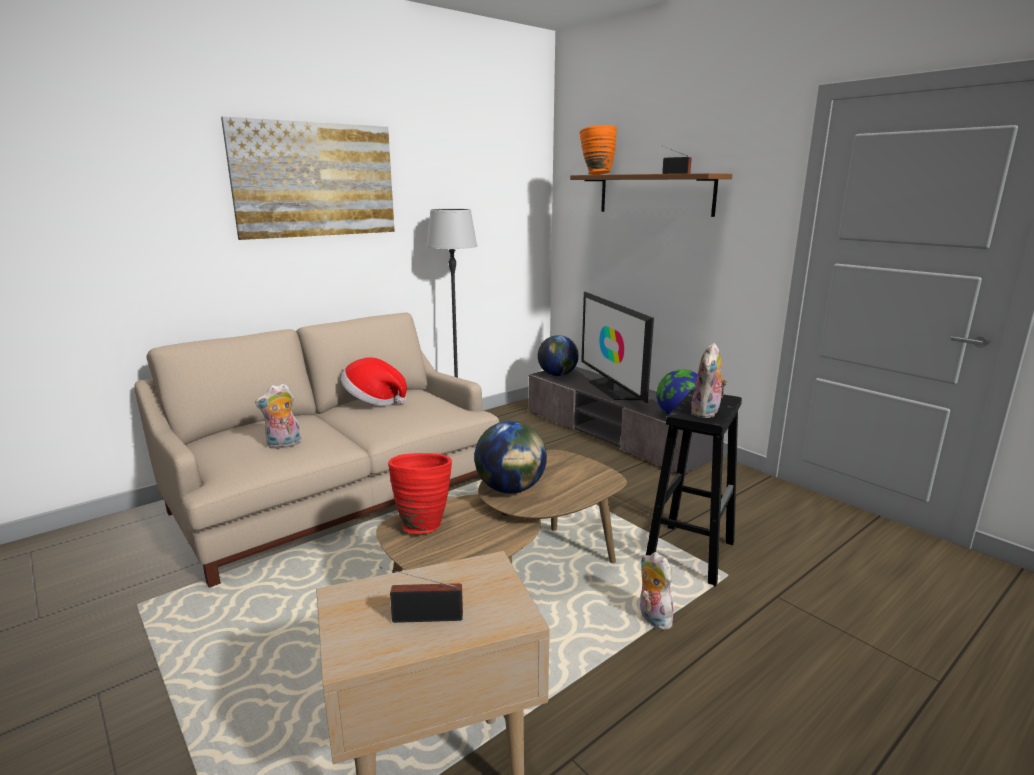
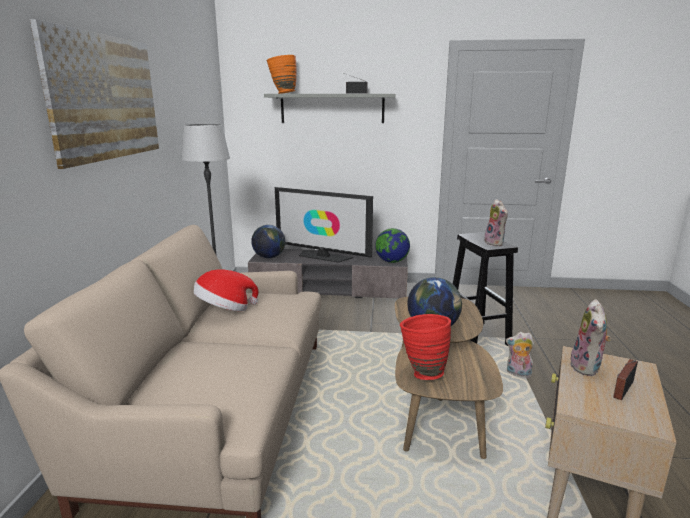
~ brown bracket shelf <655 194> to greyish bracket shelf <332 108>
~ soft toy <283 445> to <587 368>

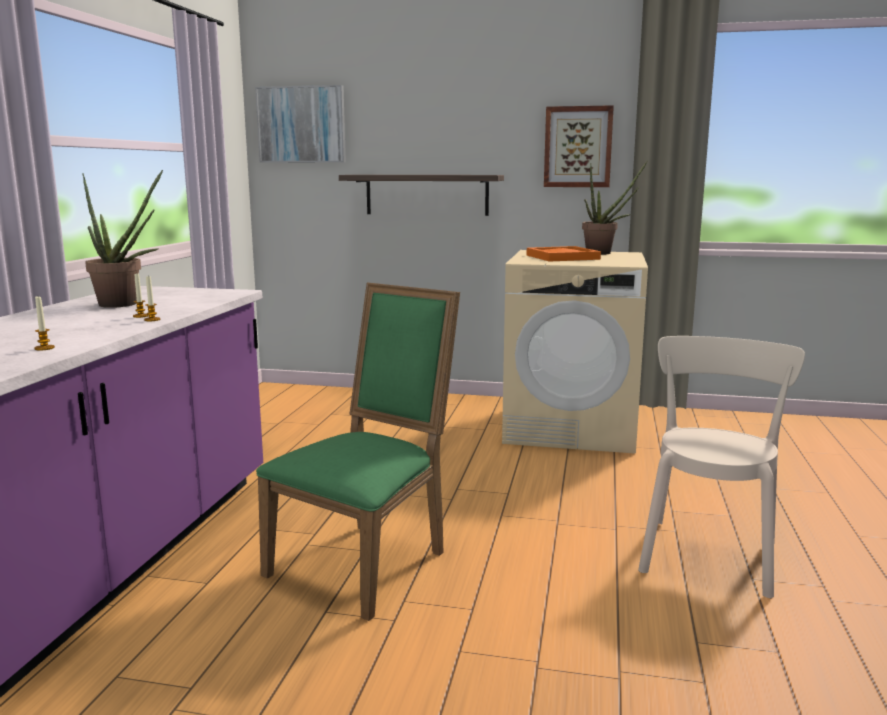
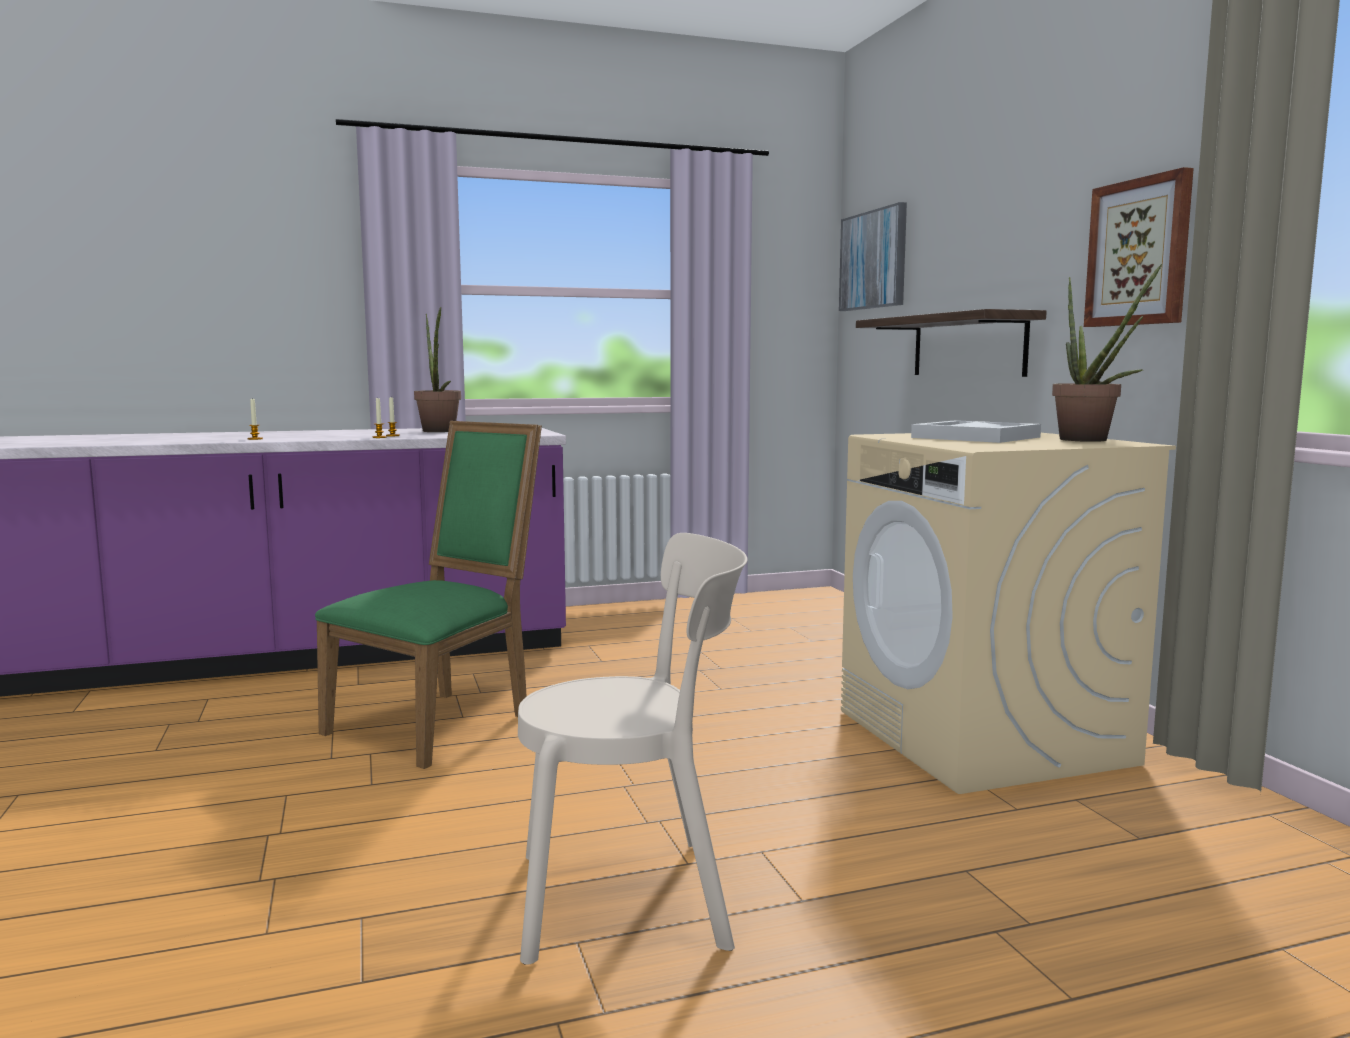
~ green-coloured upright chair <367 561> = <439 722> 60 degrees counterclockwise
~ orange-coloured carrying tray <563 257> to white-coloured carrying tray <978 437>

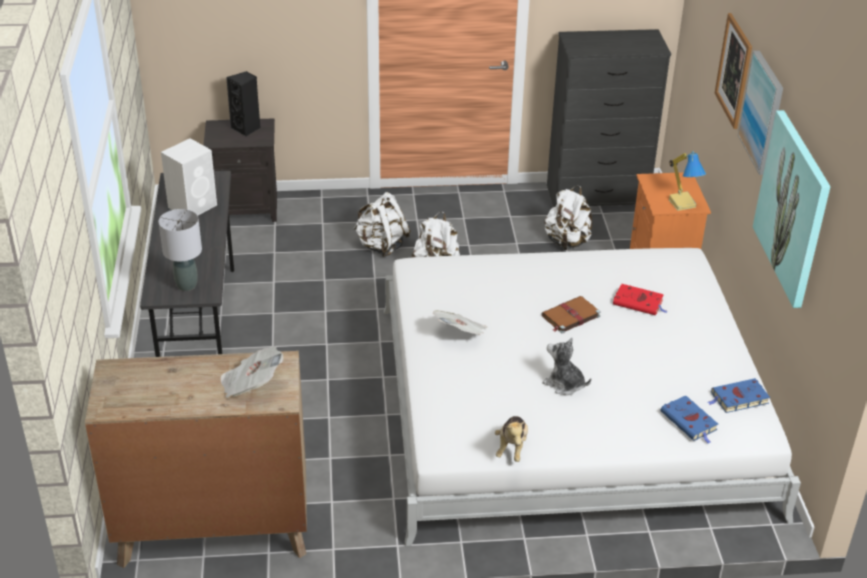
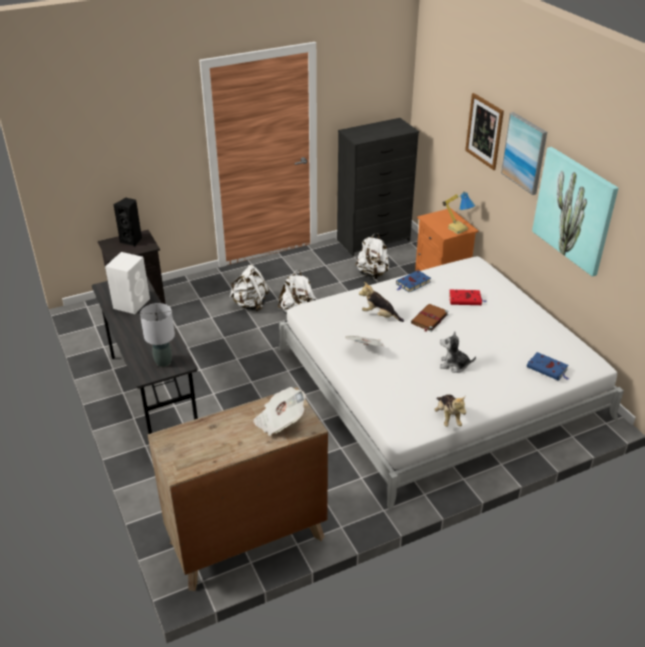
+ soft toy <380 315>
~ blue-coloured bound book <738 399> to <412 283>

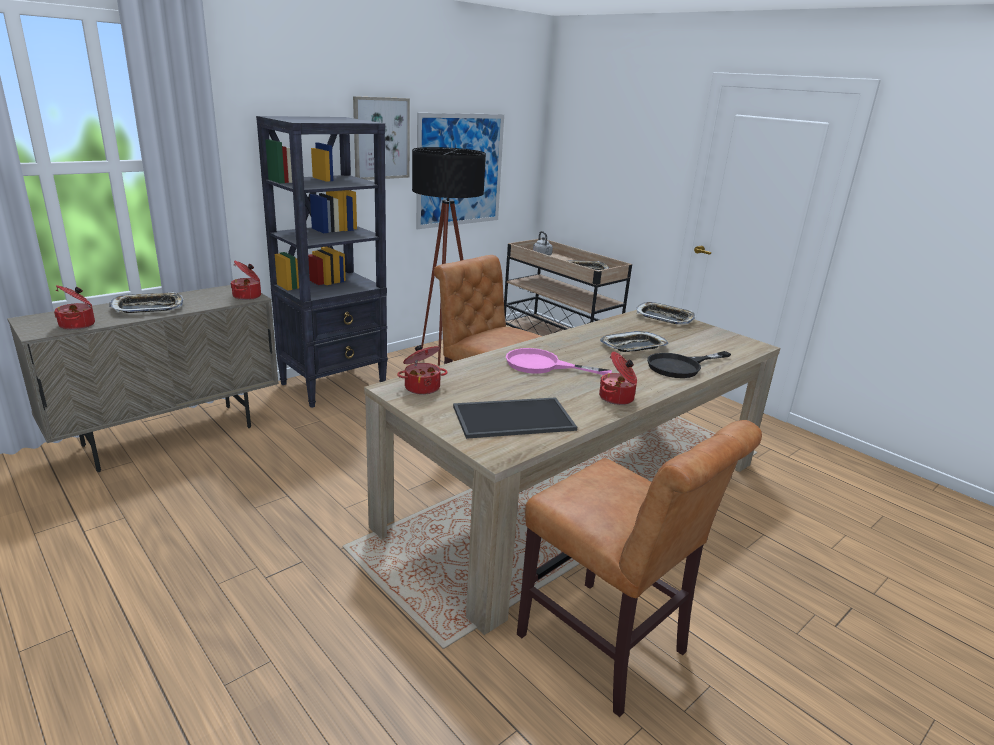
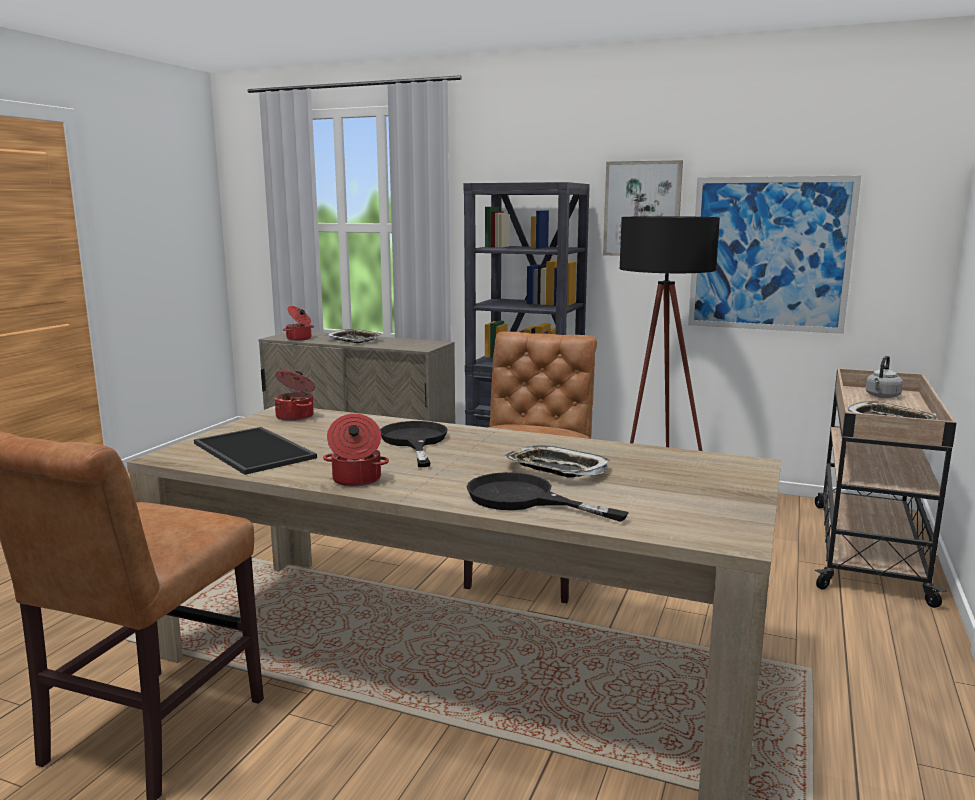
~ pink skillet <542 365> to black skillet <414 441>
- stockpot <248 296>
- carrying tray <664 317>

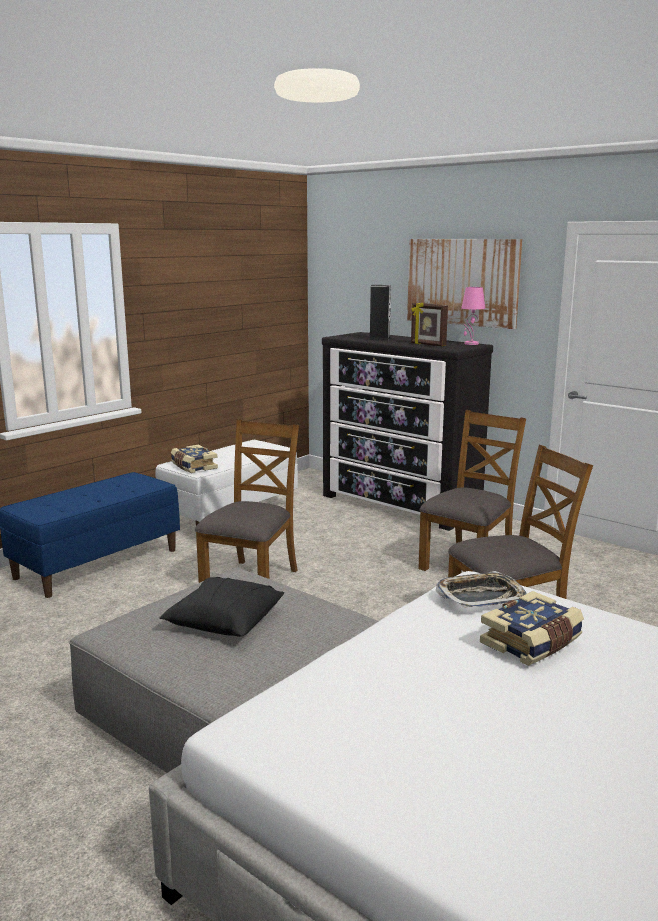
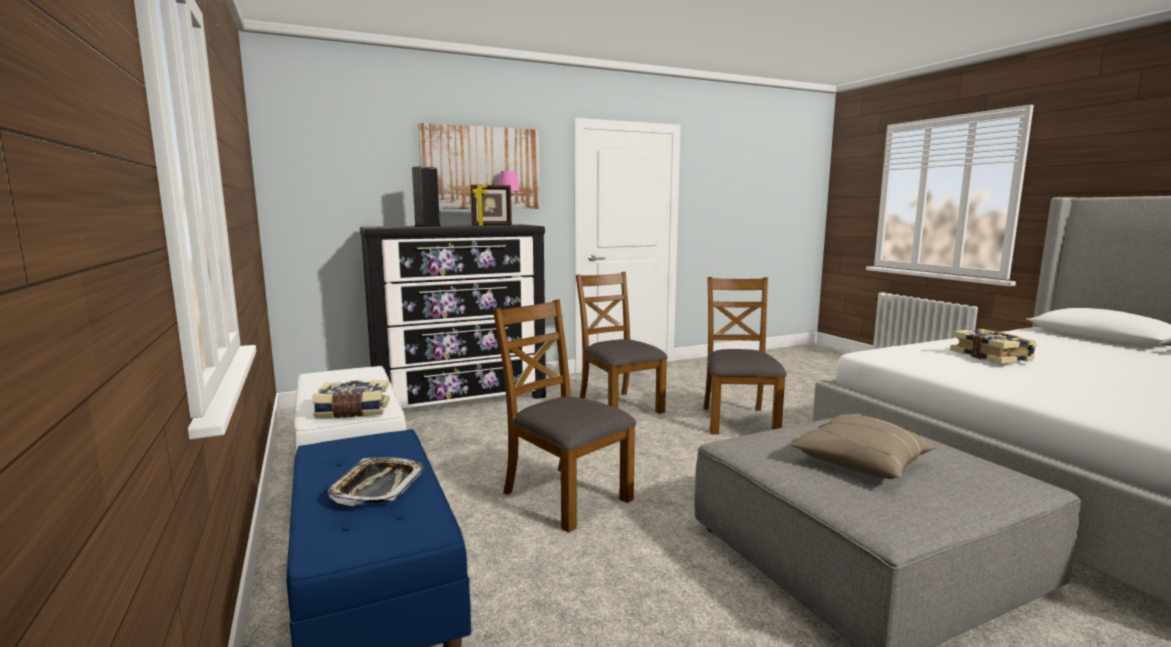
~ carrying tray <480 596> to <377 487>
~ black cushion <224 622> to beige cushion <860 464>

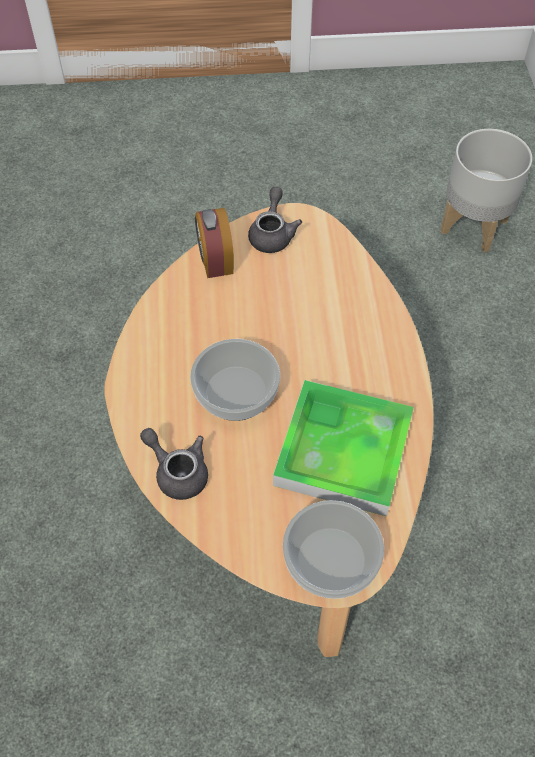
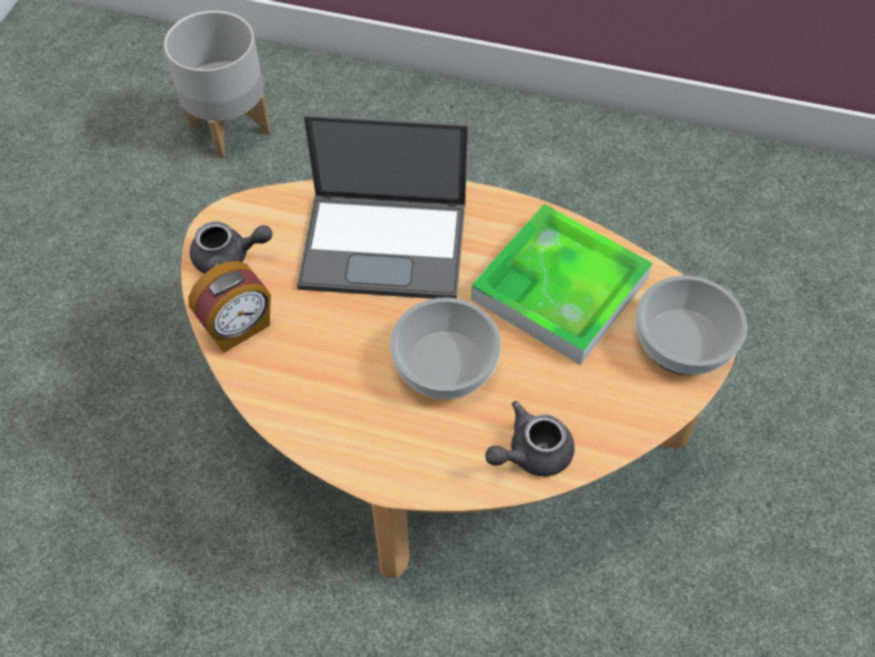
~ alarm clock <215 261> = <238 328> 45 degrees counterclockwise
~ greyish pot for tea <272 234> = <229 258> 150 degrees clockwise
+ portable computer <386 245>

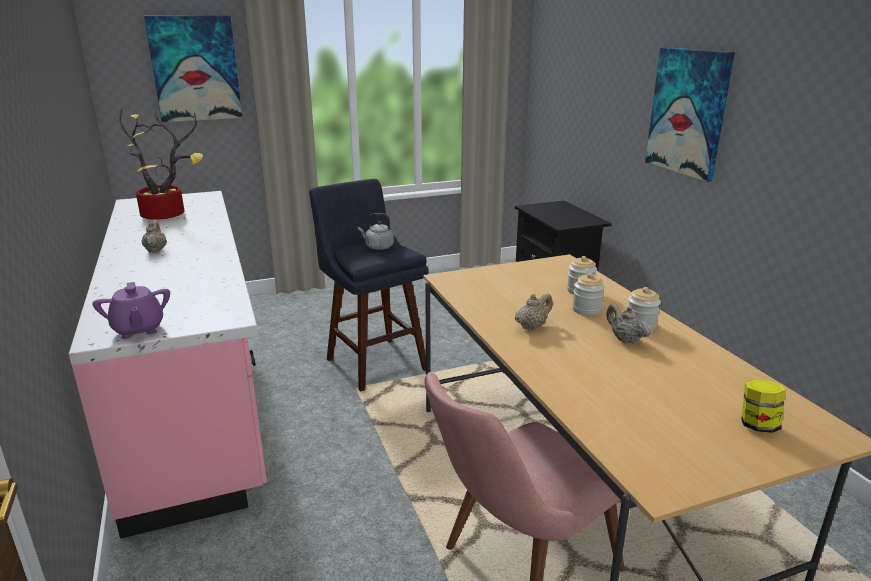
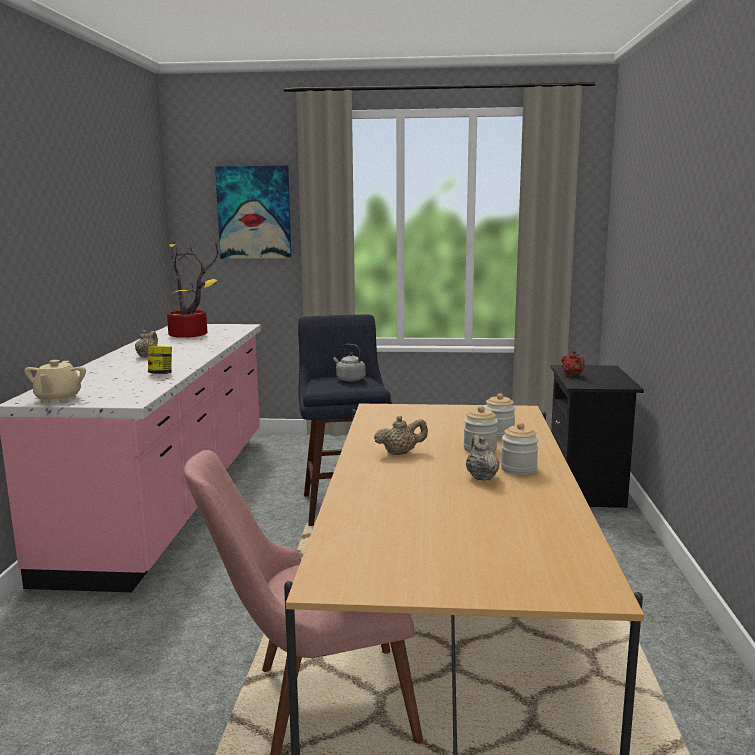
~ purplish pot for tea <138 329> to beige pot for tea <58 399>
~ jar <758 425> to <161 374>
+ reddish pot for tea <572 375>
- picture <688 112>

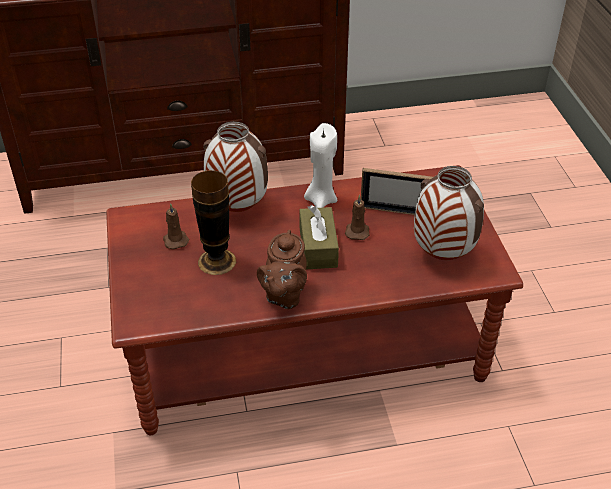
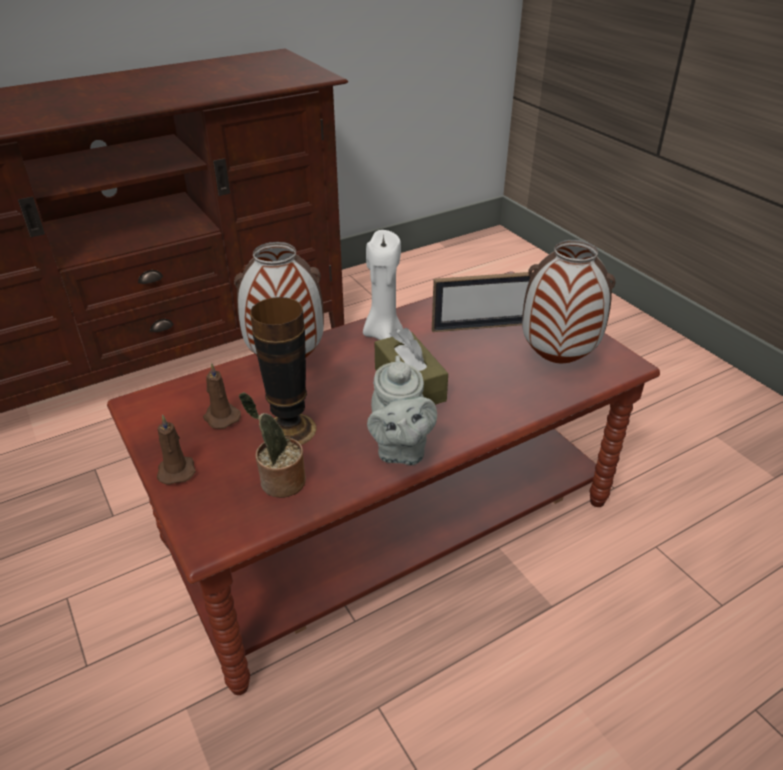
~ brown wax light <357 231> to <176 470>
+ houseplant <279 482>
~ brown pot for tea <284 295> to greyish pot for tea <399 449>

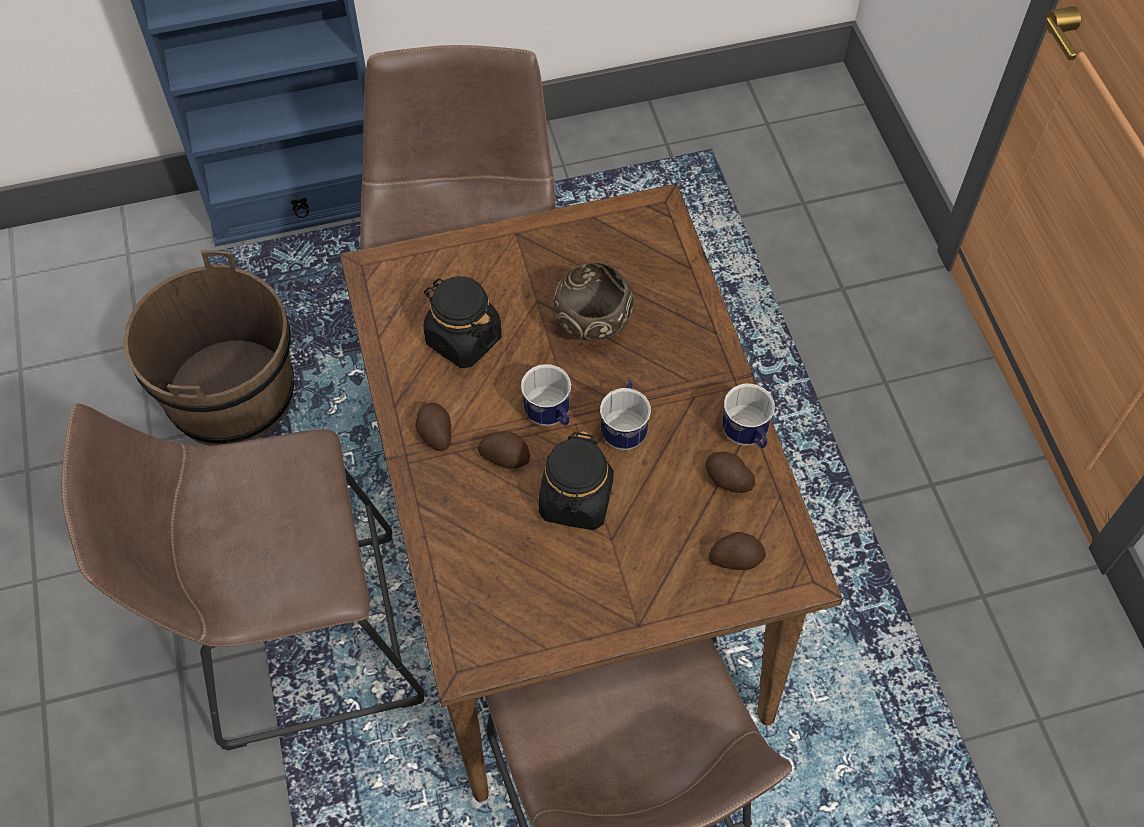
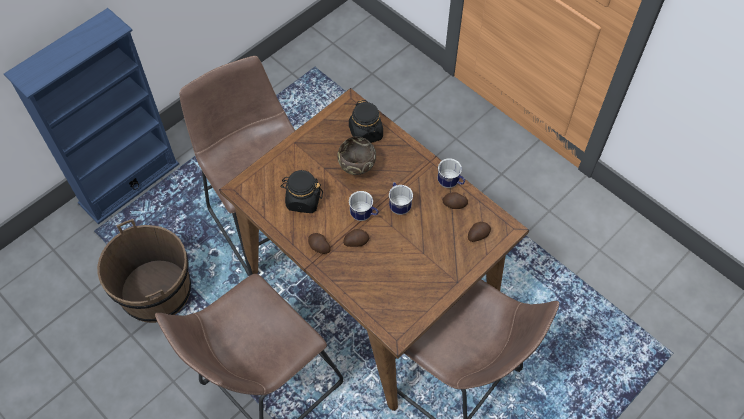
~ black jar <576 500> to <366 133>

